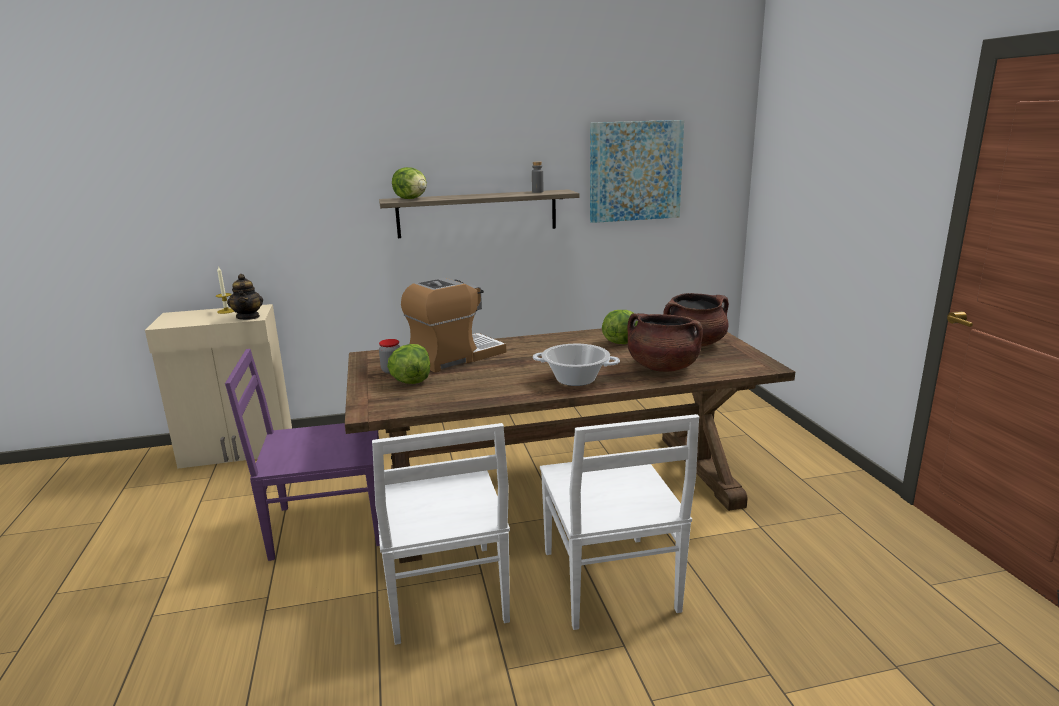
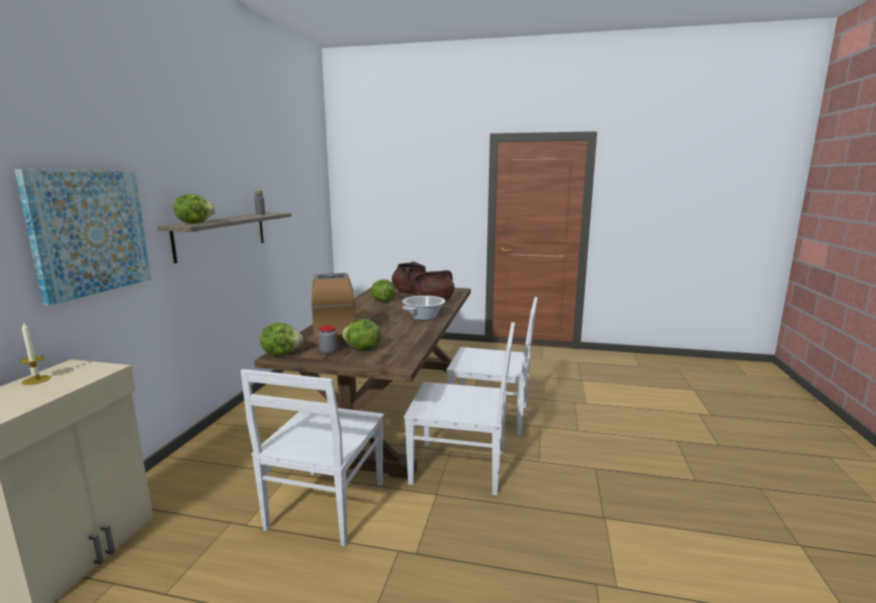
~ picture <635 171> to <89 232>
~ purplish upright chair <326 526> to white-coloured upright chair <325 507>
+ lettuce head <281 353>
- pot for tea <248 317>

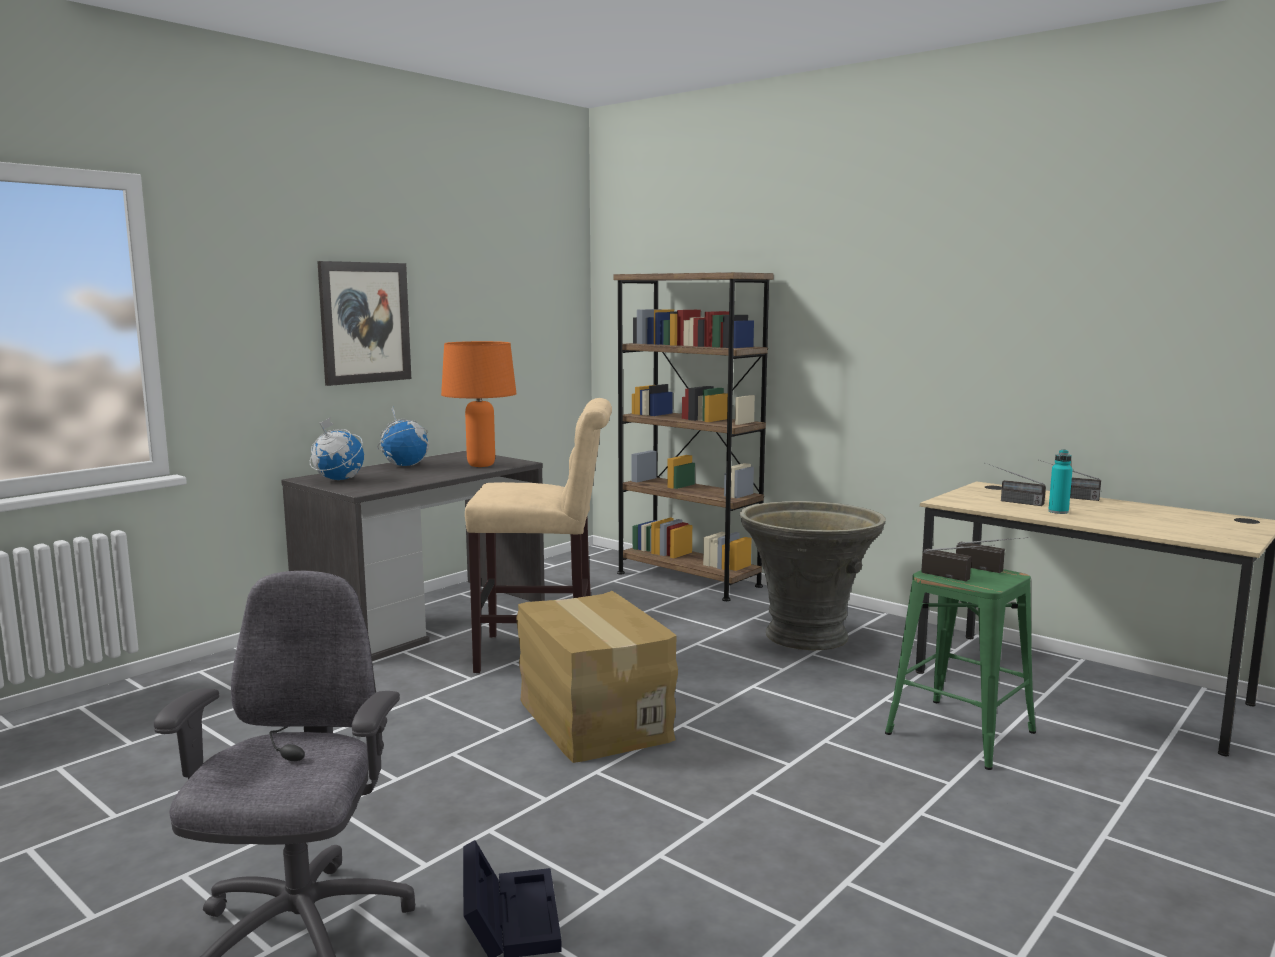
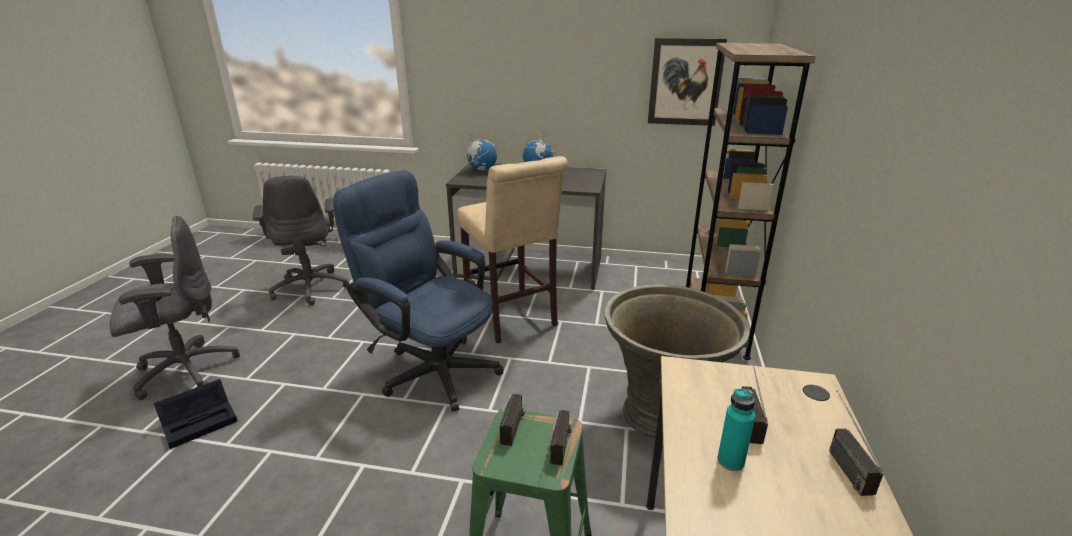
+ greyish desk chair <311 287>
~ carton <592 719> to blue-coloured desk chair <431 368>
~ picture <365 322> to <685 82>
- orange-coloured lamp for a table <481 465>

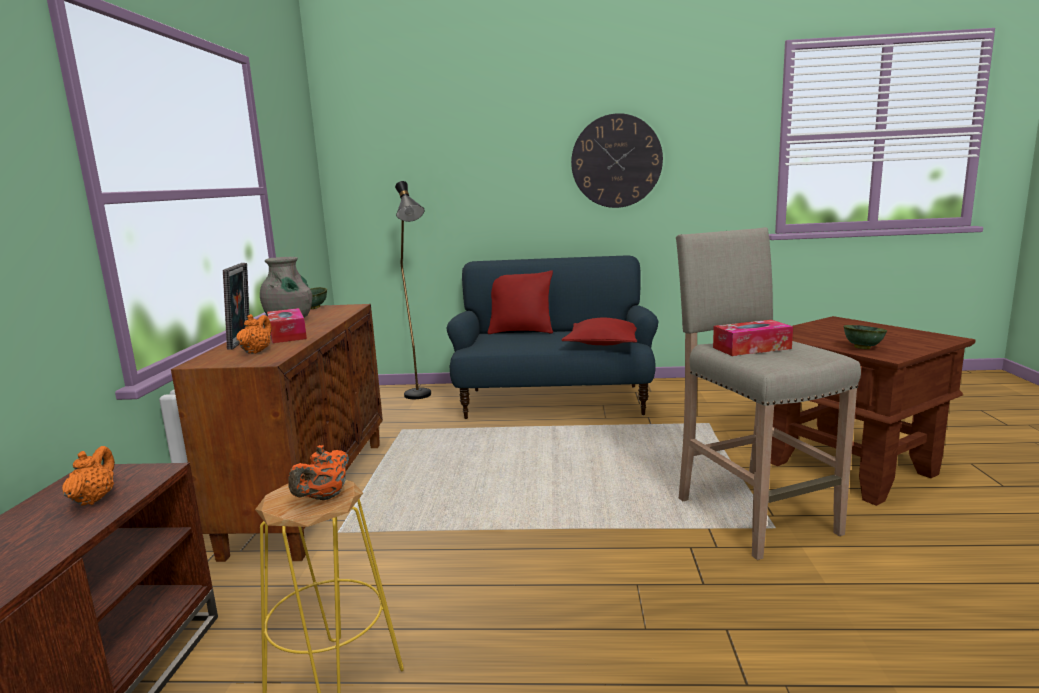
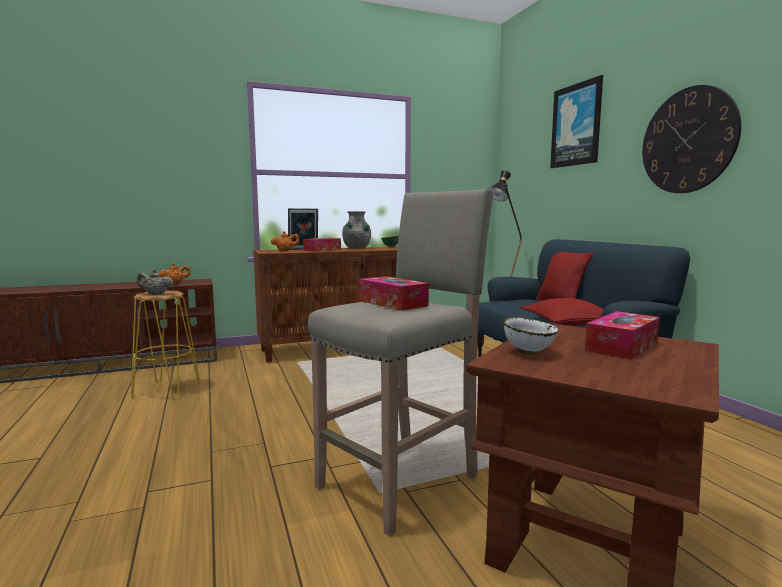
~ orange-coloured pot for tea <324 497> to beige pot for tea <155 294>
~ green-coloured serving bowl <862 348> to white-coloured serving bowl <528 352>
+ picture <576 125>
+ box of tissues <622 346>

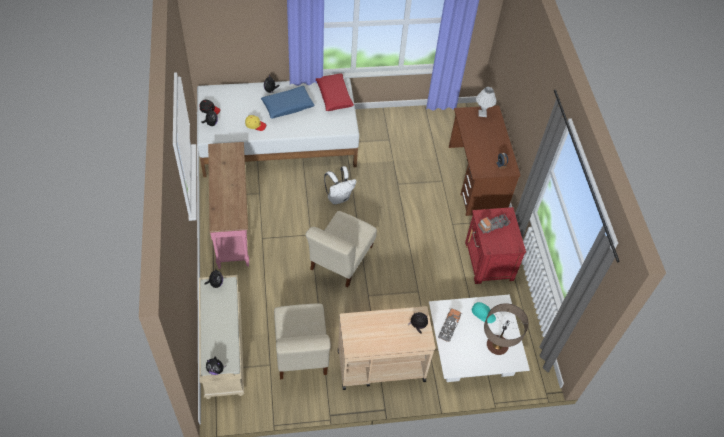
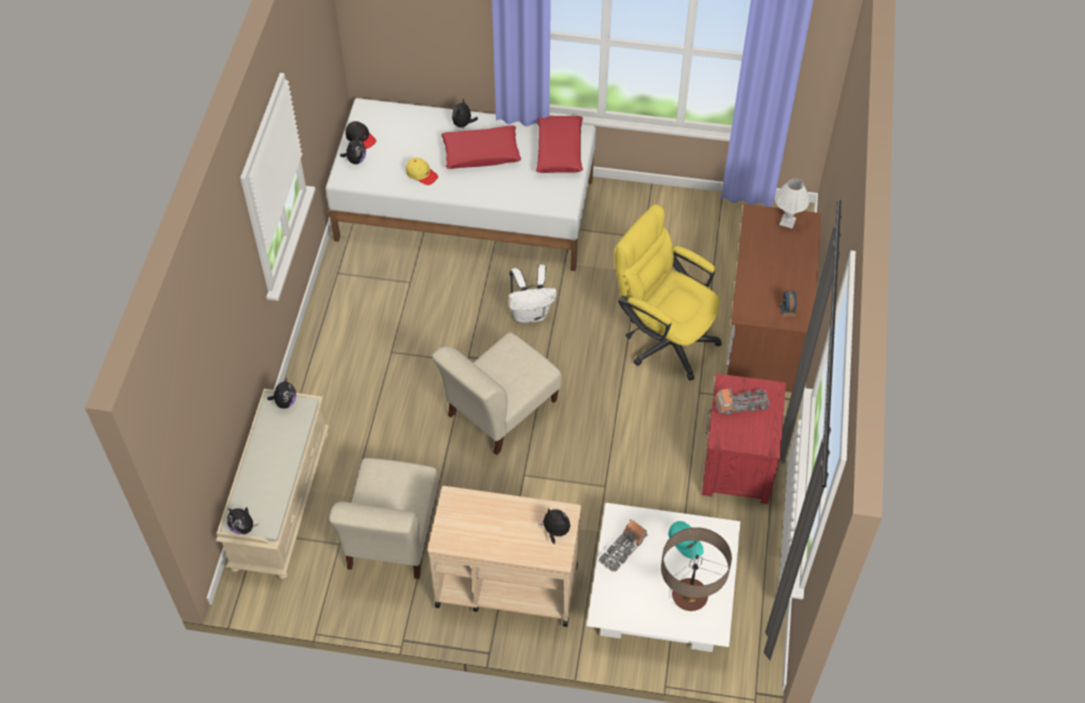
~ blue-coloured cushion <287 106> to reddish cushion <481 153>
+ yellowish desk chair <663 338>
- pink console table <233 226>

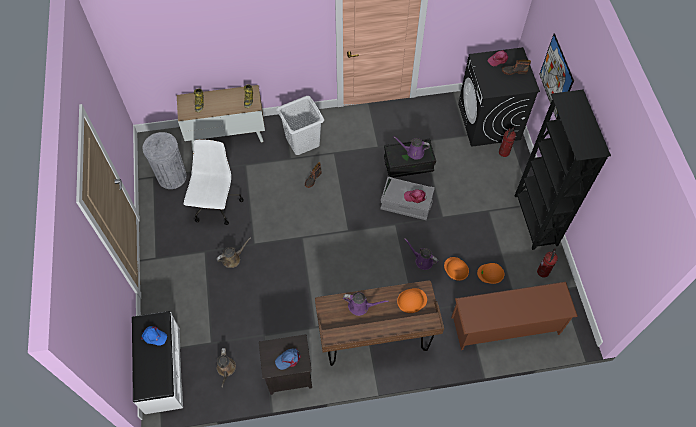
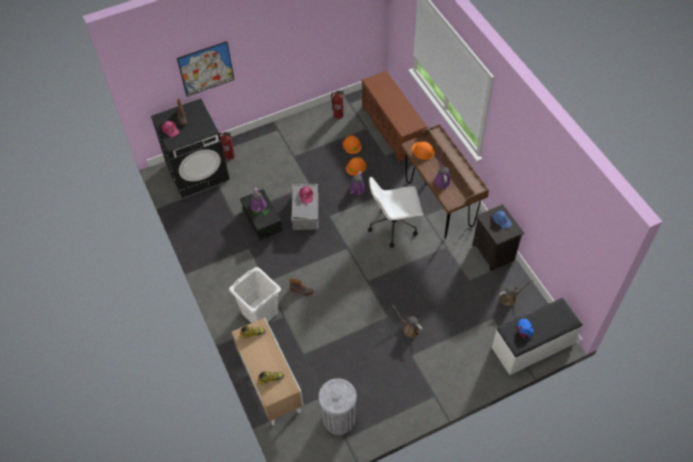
~ white-coloured desk chair <216 205> to <394 226>
- black bookcase <535 221>

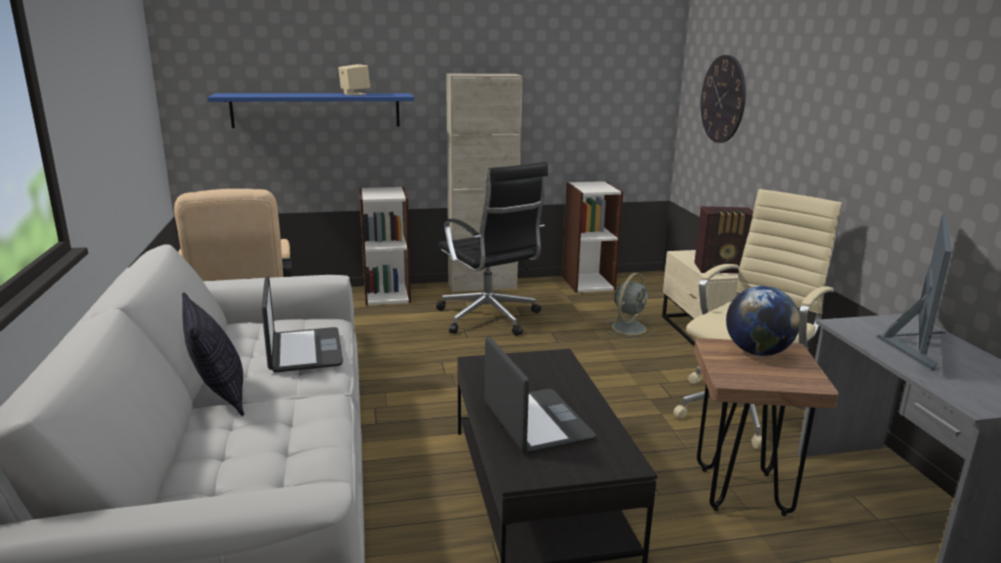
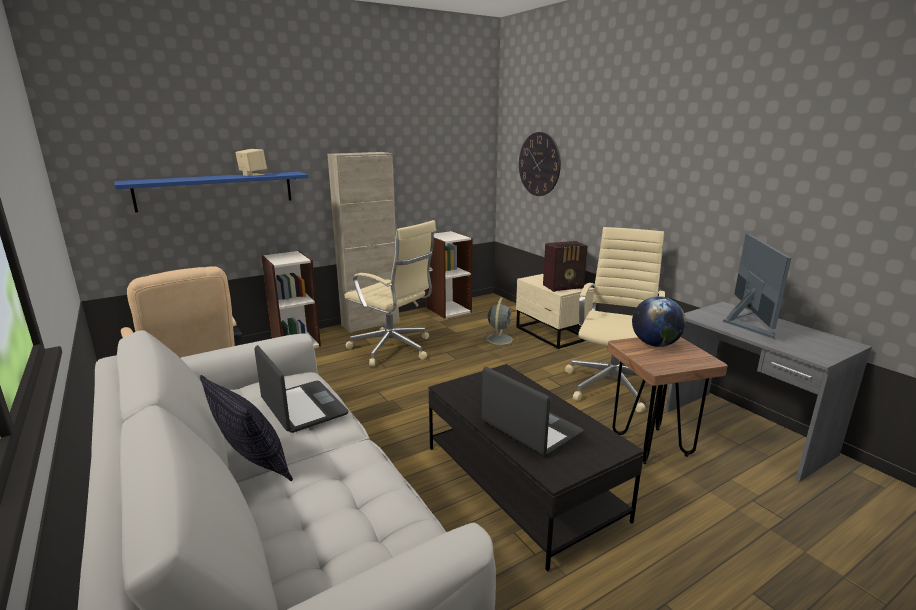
~ black desk chair <489 318> to beige desk chair <393 349>

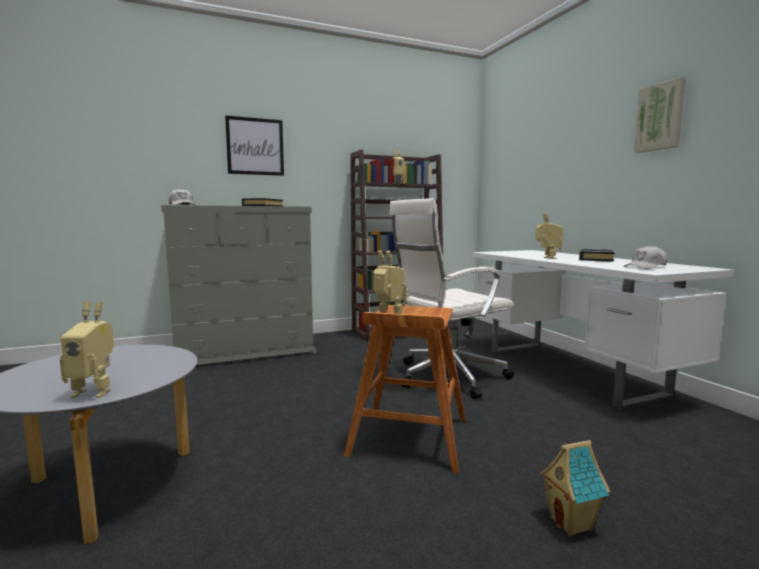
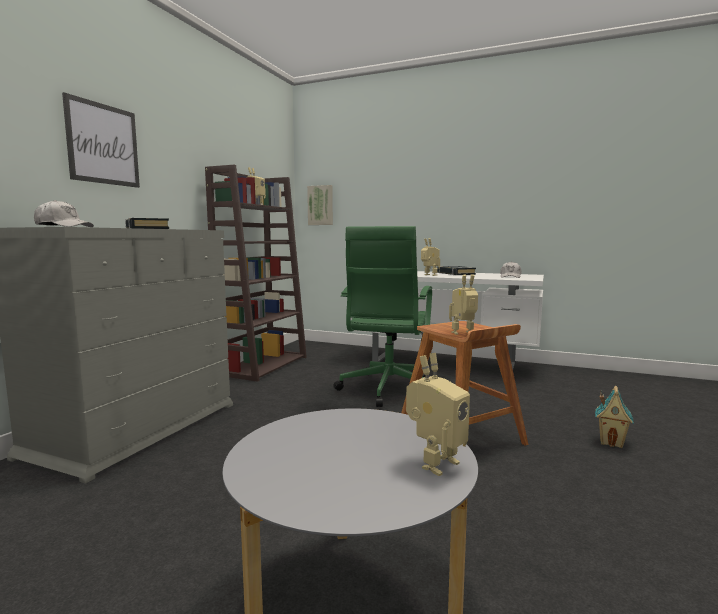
~ picture <660 117> to <320 205>
~ white-coloured desk chair <447 377> to green-coloured desk chair <387 390>

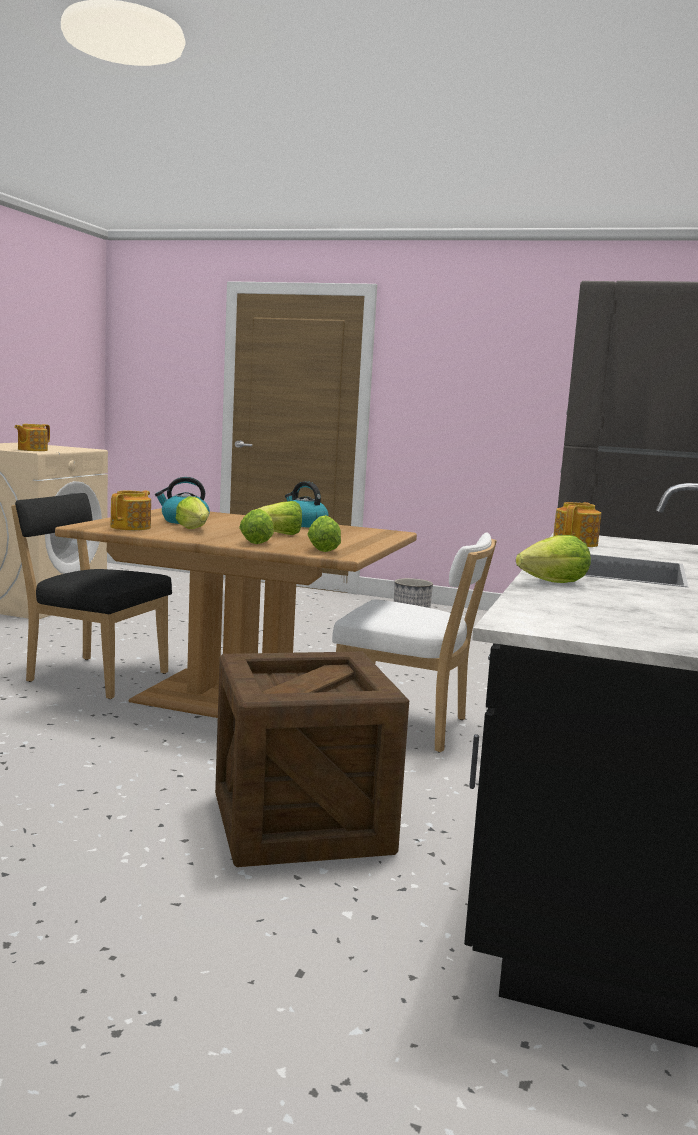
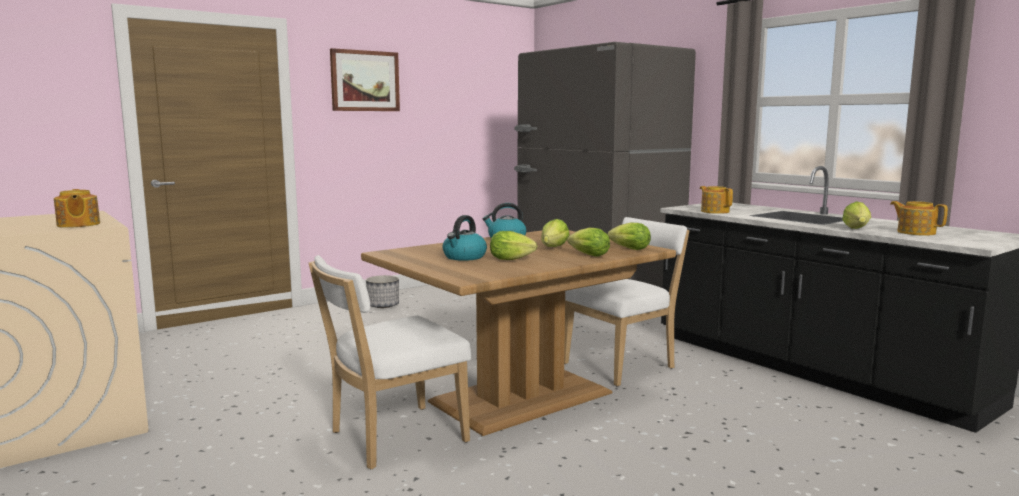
~ black upright chair <92 676> to white-coloured upright chair <392 438>
+ picture <365 81>
~ pot for tea <131 527> to <915 232>
- crate <301 823>

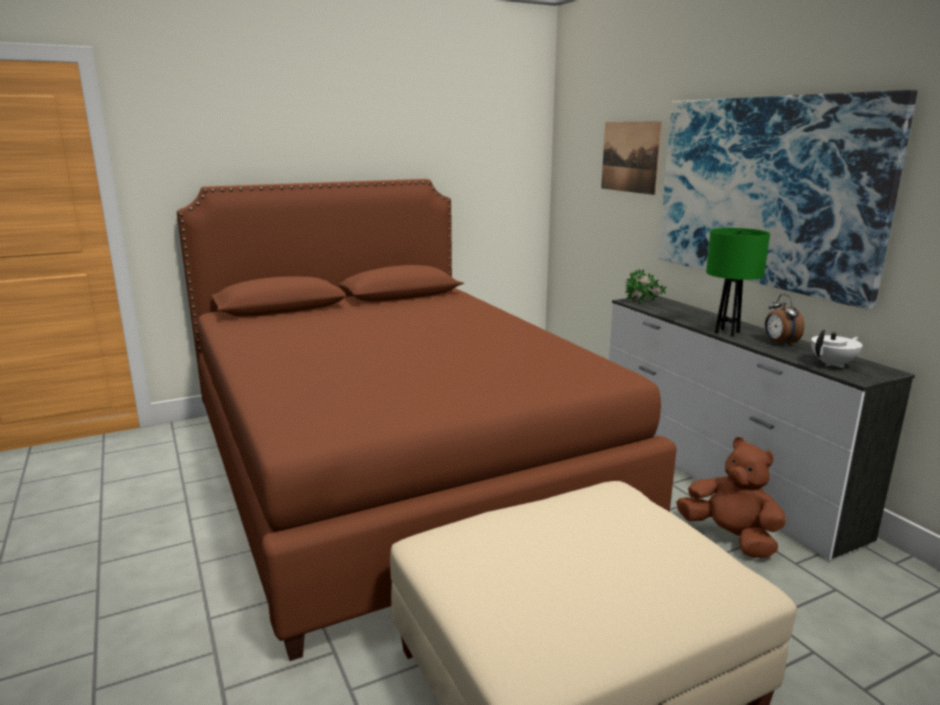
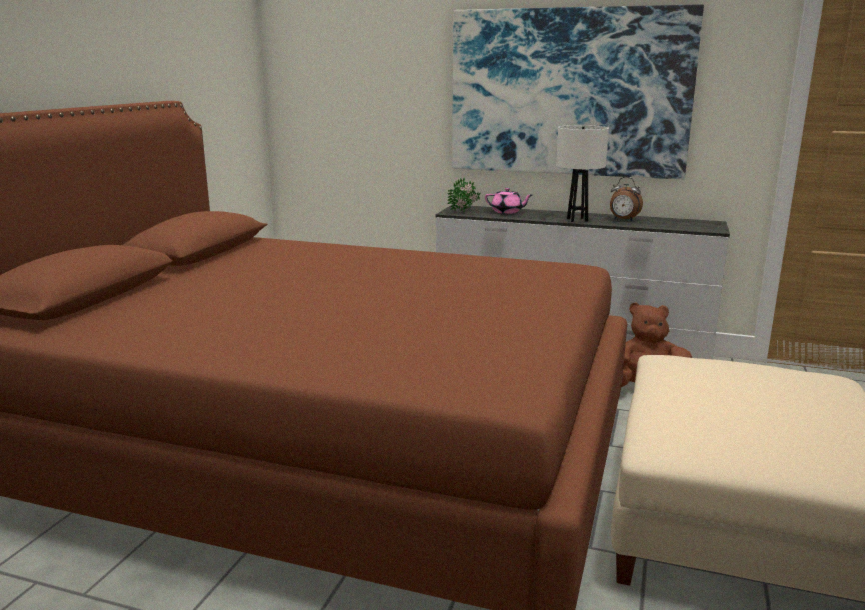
+ pink pot for tea <507 212>
~ green-coloured lamp for a table <727 332> to white-coloured lamp for a table <577 220>
- picture <630 157>
- white-coloured pot for tea <833 364>

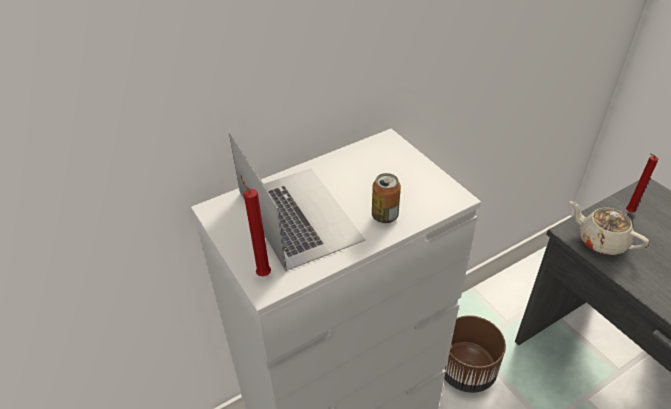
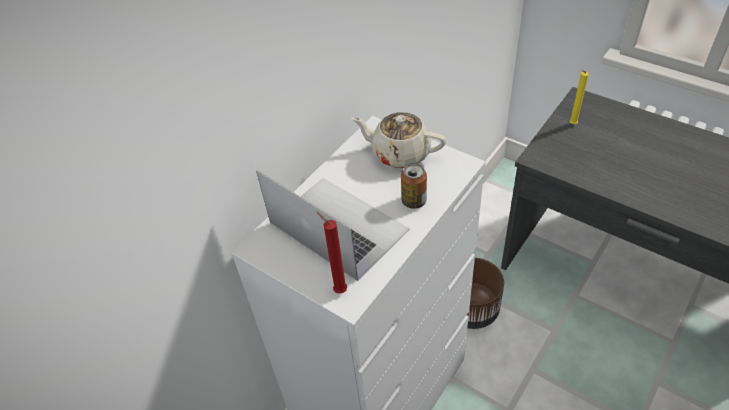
~ beige pot for tea <600 241> to <399 153>
~ reddish wax light <628 212> to yellowish wax light <571 124>

